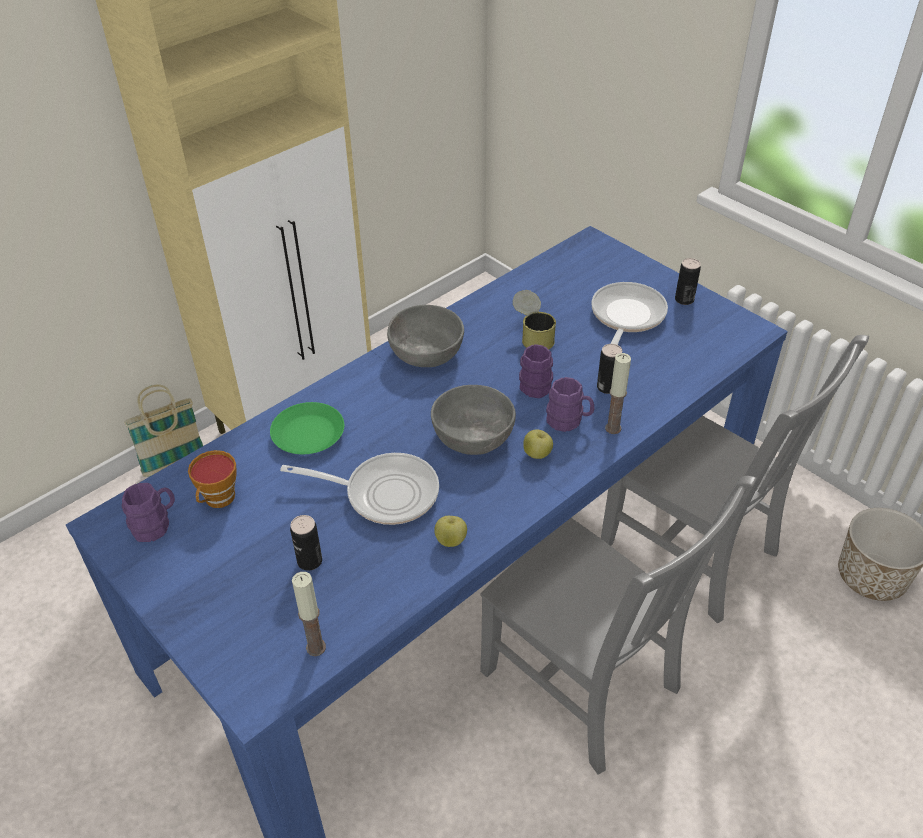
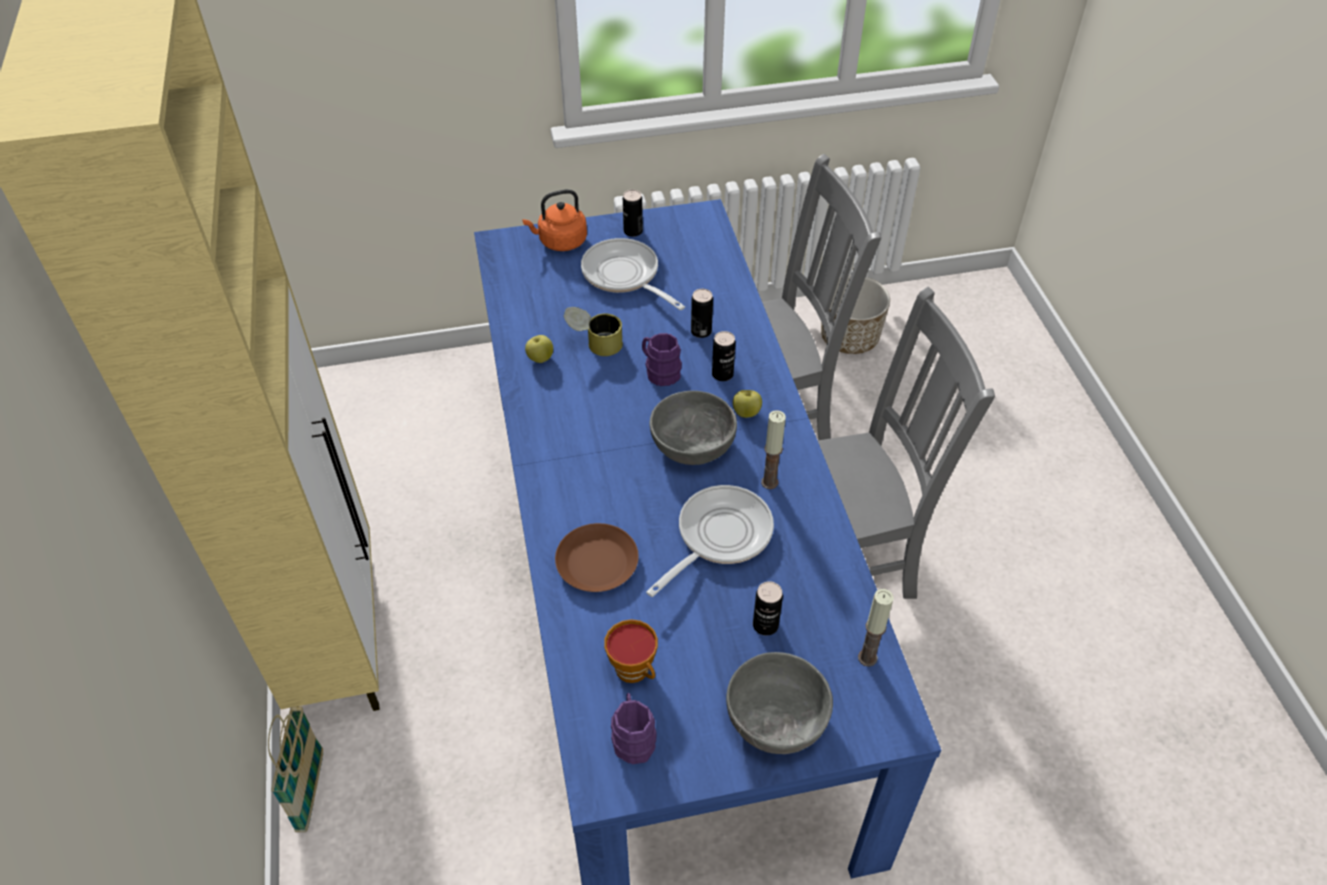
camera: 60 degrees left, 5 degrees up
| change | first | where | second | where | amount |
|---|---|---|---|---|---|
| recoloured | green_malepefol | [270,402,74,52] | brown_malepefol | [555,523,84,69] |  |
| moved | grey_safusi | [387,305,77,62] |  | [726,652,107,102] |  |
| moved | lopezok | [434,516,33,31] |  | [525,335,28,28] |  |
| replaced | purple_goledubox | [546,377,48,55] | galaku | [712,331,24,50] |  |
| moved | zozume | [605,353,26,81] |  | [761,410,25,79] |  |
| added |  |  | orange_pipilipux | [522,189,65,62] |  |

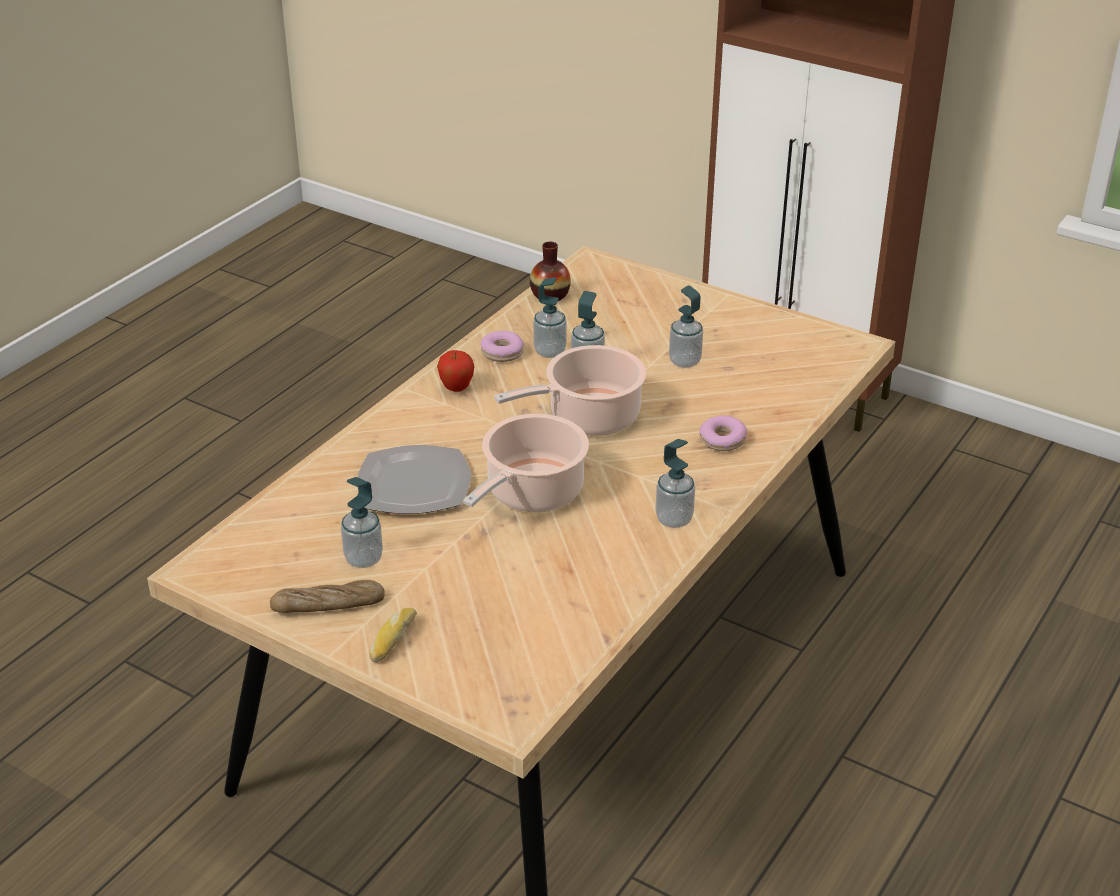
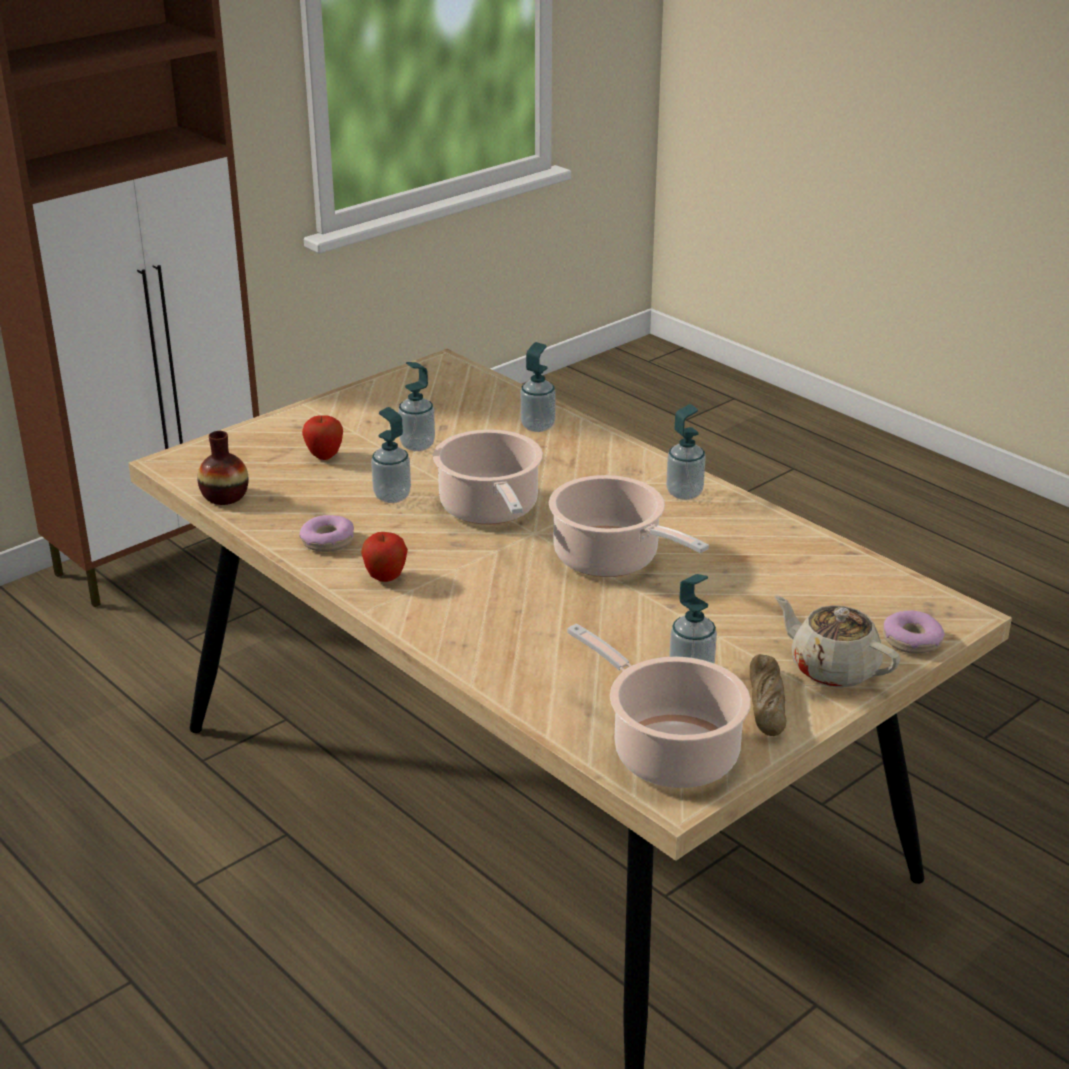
camera: 75 degrees left, 5 degrees down
| change | first | where | second | where | amount |
|---|---|---|---|---|---|
| removed | malepefol | [357,445,114,69] |  |  |  |
| replaced | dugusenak | [369,608,48,55] | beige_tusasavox | [775,595,125,93] |  |
| moved | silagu | [533,278,33,80] |  | [521,342,35,90] |  |
| moved | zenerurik | [699,415,48,36] |  | [883,610,62,44] |  |
| added |  |  | lopezok | [302,415,41,45] |  |
| added |  |  | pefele | [567,623,184,165] |  |

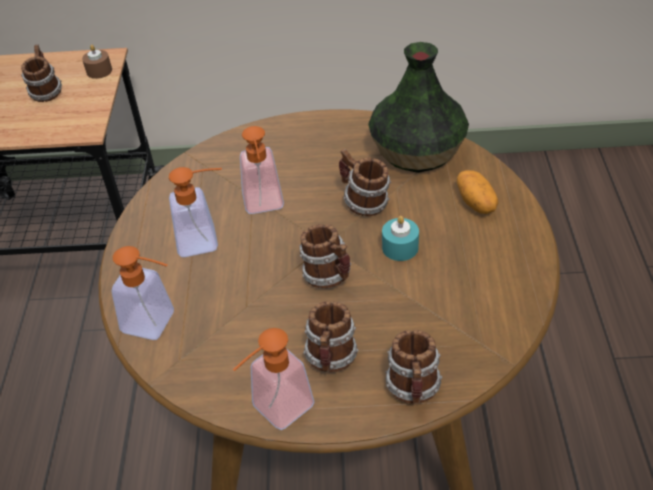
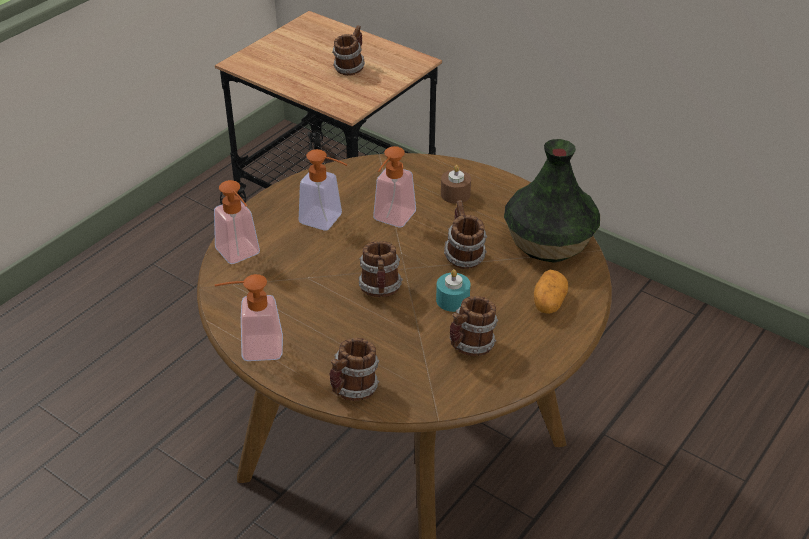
camera: 35 degrees right, 5 degrees down
| change | first | where | second | where | amount |
|---|---|---|---|---|---|
| moved | brown_zozume | [82,44,30,35] |  | [441,165,30,39] |  |
| moved | goledubox | [303,301,55,71] |  | [450,296,48,60] |  |

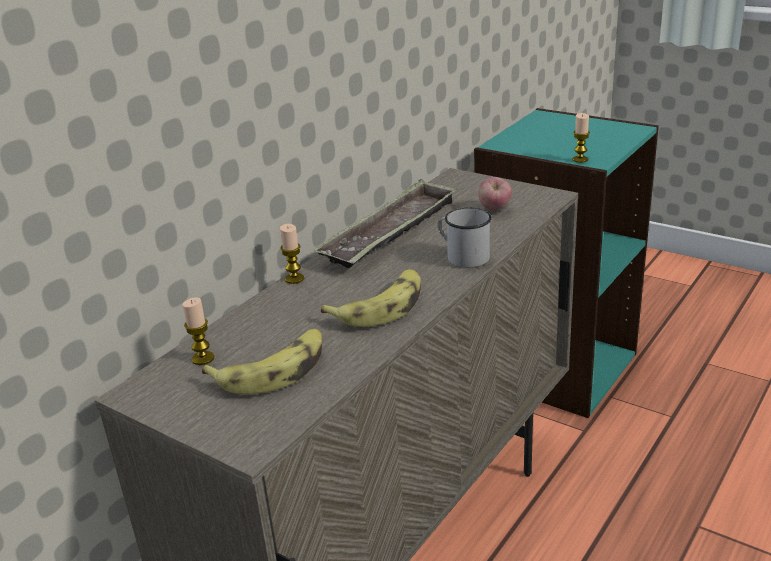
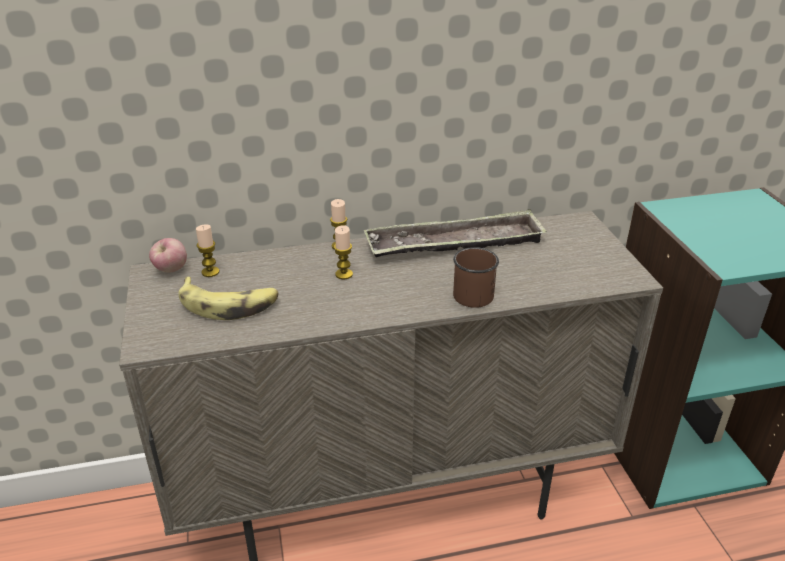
camera: 40 degrees right, 5 degrees up
| change | first | where | second | where | amount |
|---|---|---|---|---|---|
| removed | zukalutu | [321,269,100,58] |  |  |  |
| recoloured | white_goledubox | [437,208,55,60] | brown_goledubox | [453,247,46,61] |  |
| moved | lopezok | [478,177,34,34] |  | [149,238,38,35] |  |
| moved | zozume | [572,113,18,50] |  | [334,225,19,54] |  |

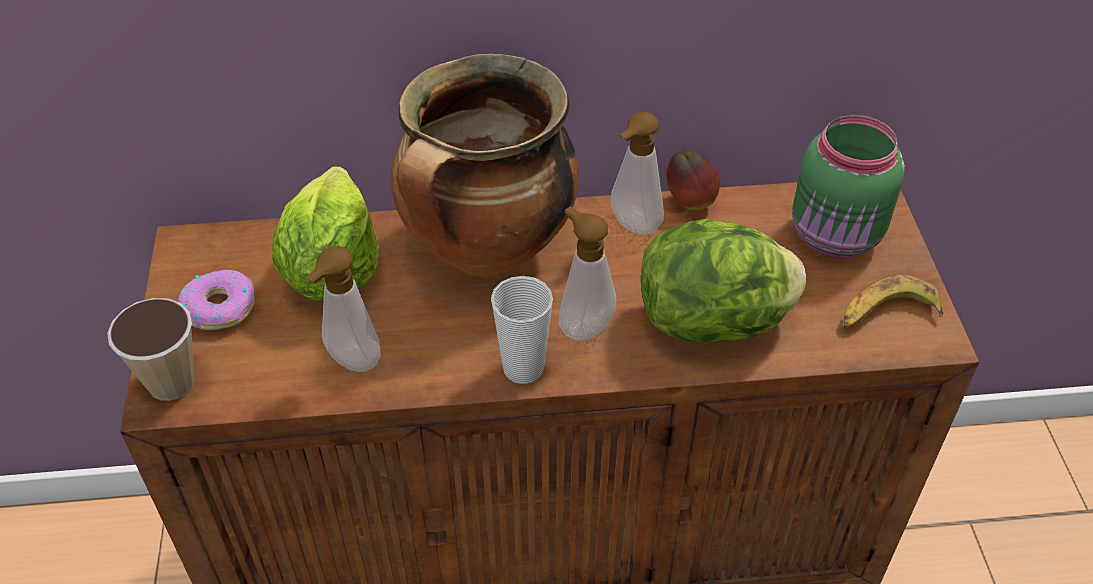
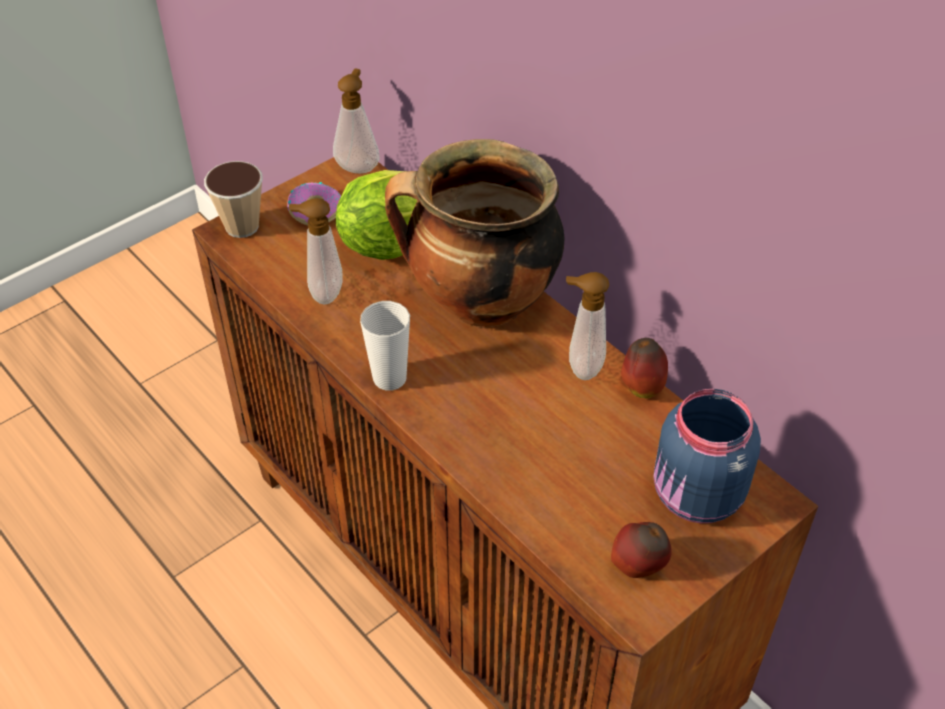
camera: 55 degrees right, 0 degrees up
| change | first | where | second | where | amount |
|---|---|---|---|---|---|
| moved | silagu | [559,206,57,134] |  | [333,68,46,105] |  |
| removed | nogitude | [641,219,165,124] |  |  |  |
| recoloured | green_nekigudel | [792,115,113,143] | blue_nekigudel | [653,389,108,134] |  |
| replaced | zukalutu | [843,275,100,54] | lopezok | [611,522,61,56] |  |

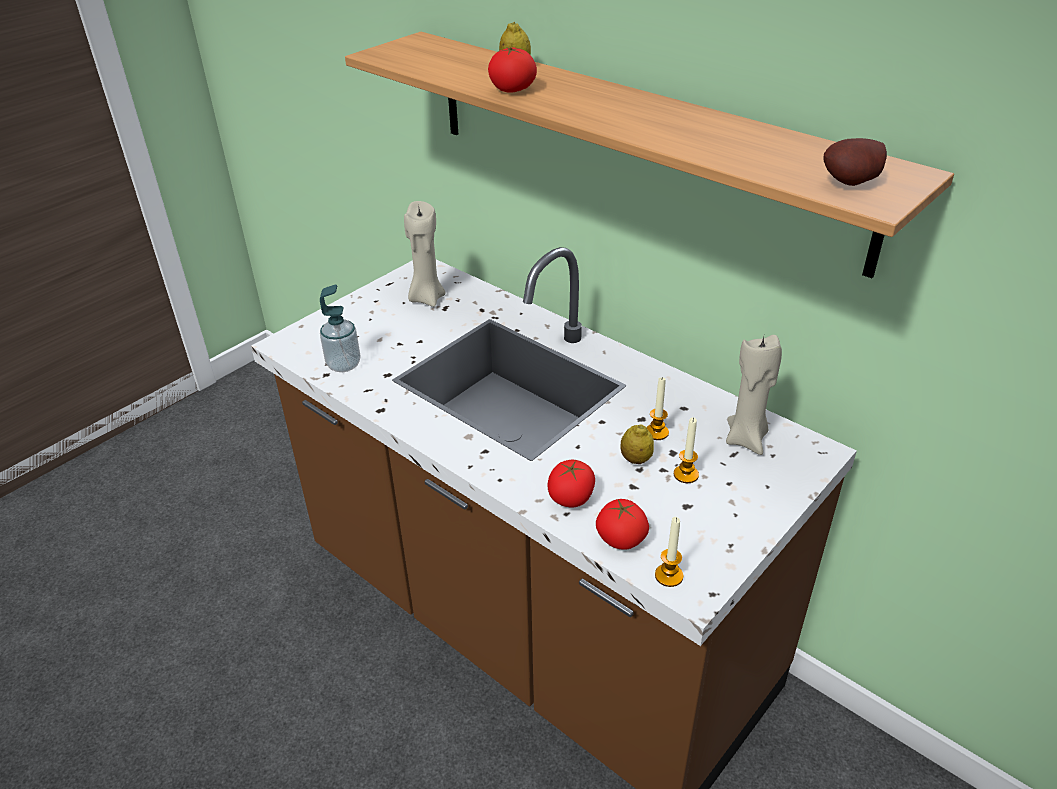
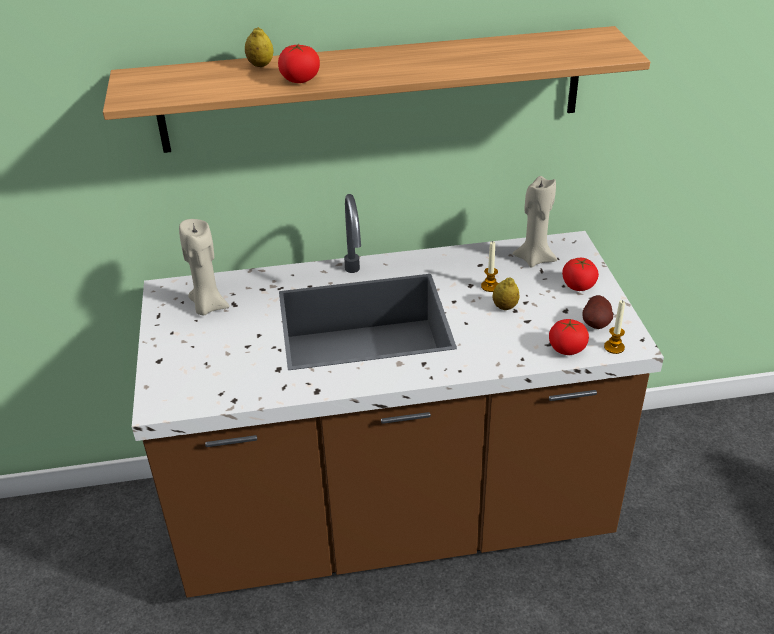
camera: 50 degrees left, 0 degrees up
| change | first | where | second | where | amount |
|---|---|---|---|---|---|
| removed | silagu | [320,284,40,88] |  |  |  |
| moved | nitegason | [548,460,47,48] |  | [562,258,37,33] |  |
| removed | zozume | [674,417,25,66] |  |  |  |
| moved | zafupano | [824,138,63,48] |  | [582,295,31,34] |  |

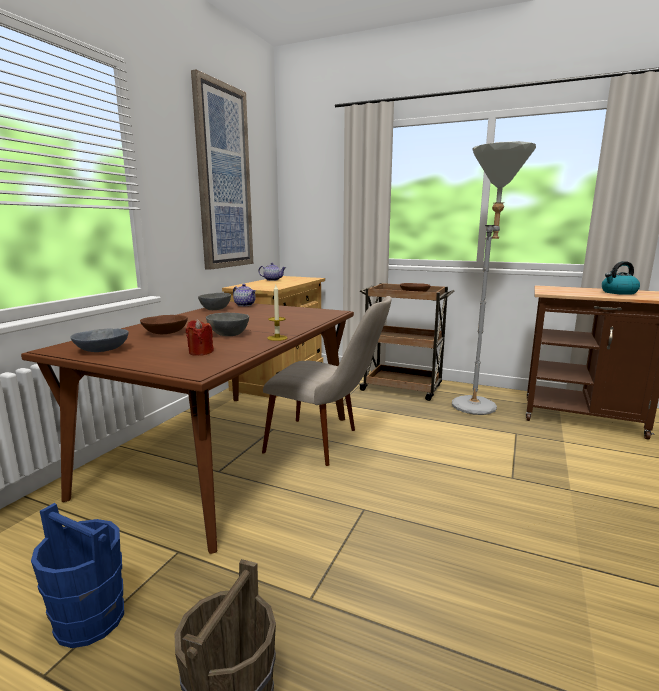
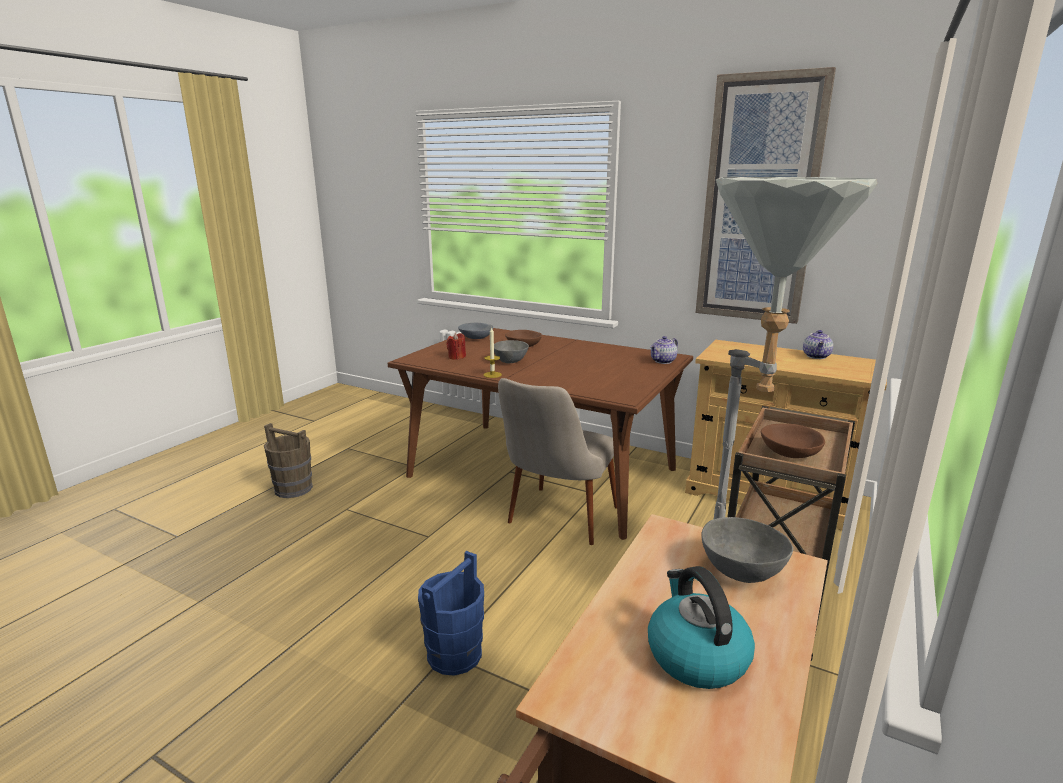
camera: 95 degrees right, 5 degrees up
| change | first | where | second | where | amount |
|---|---|---|---|---|---|
| moved | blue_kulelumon | [31,503,93,145] |  | [418,551,66,125] |  |
| moved | grey_safusi | [198,293,33,17] |  | [701,517,92,66] |  |

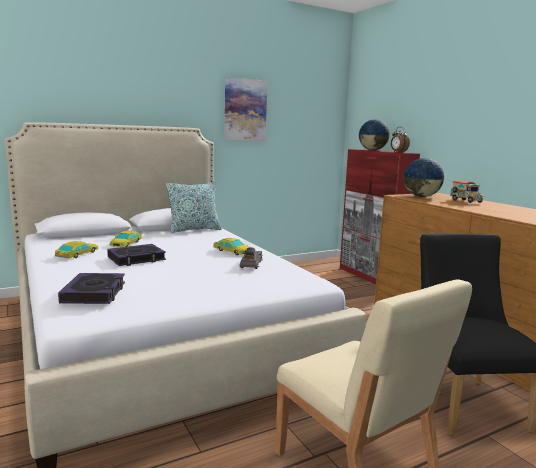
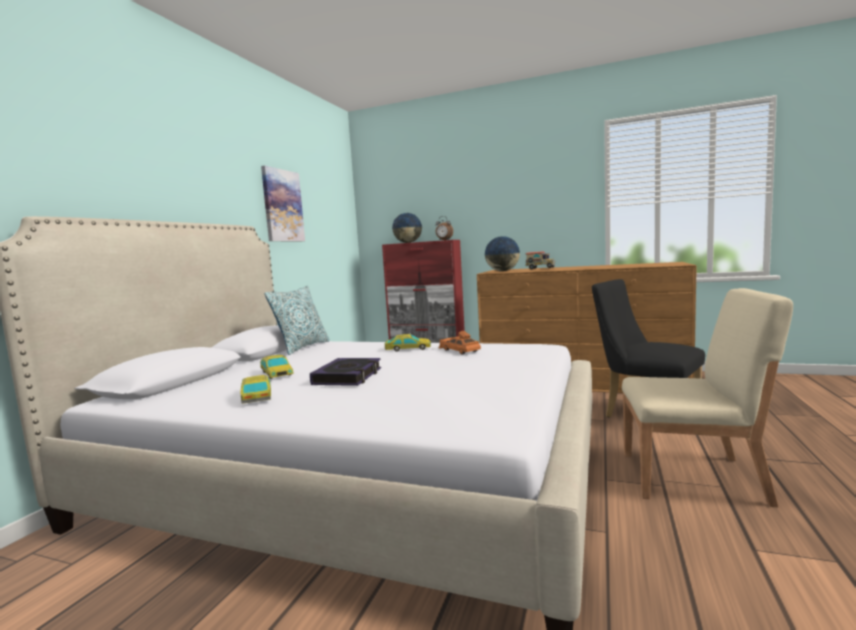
camera: 40 degrees left, 5 degrees down
| change | first | where | second | where | amount |
|---|---|---|---|---|---|
| removed | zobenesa | [58,273,67,31] |  |  |  |
| recoloured | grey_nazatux | [239,247,24,22] | orange_nazatux | [438,331,43,24] |  |

